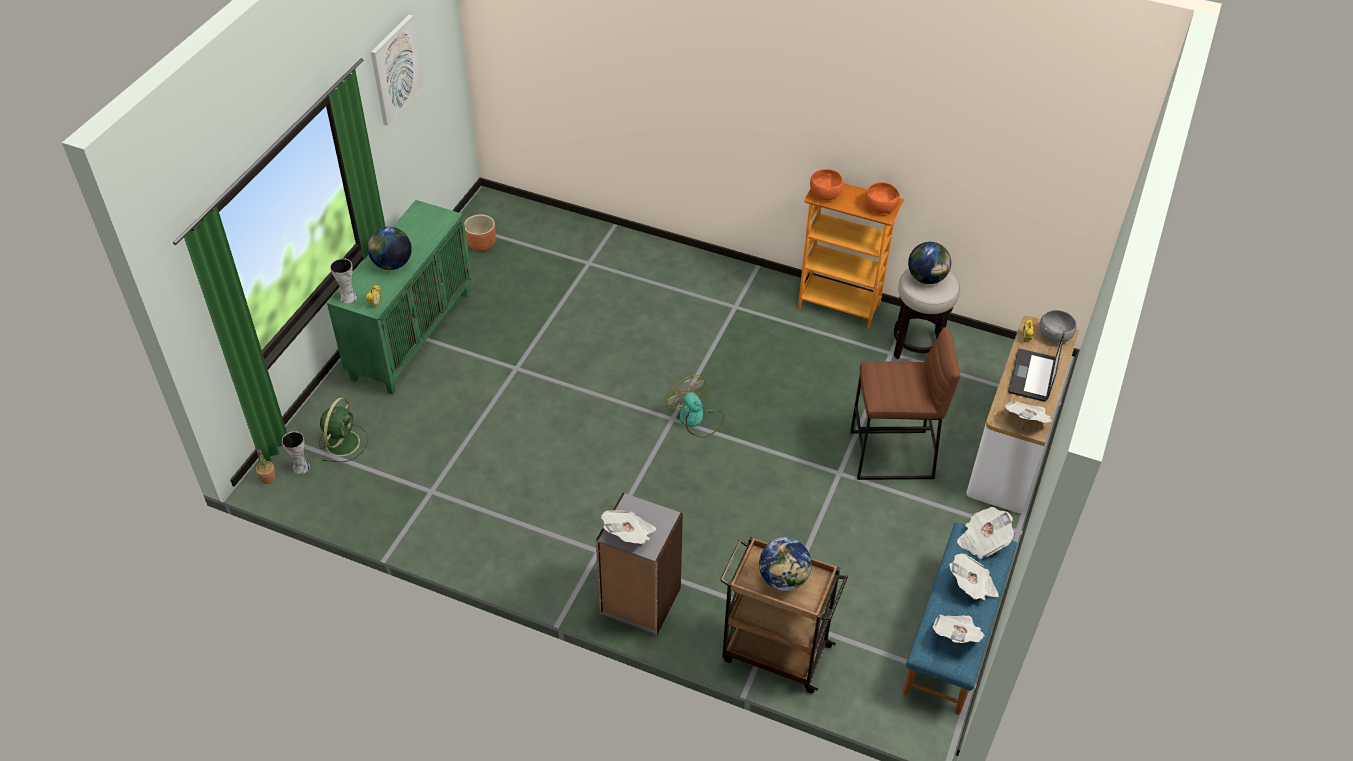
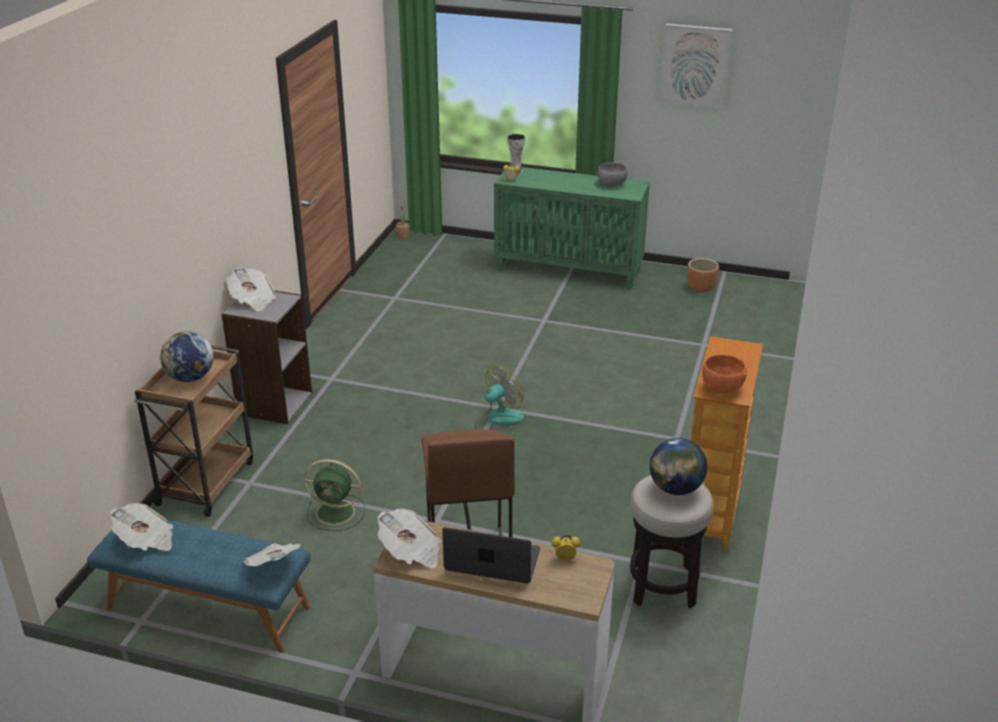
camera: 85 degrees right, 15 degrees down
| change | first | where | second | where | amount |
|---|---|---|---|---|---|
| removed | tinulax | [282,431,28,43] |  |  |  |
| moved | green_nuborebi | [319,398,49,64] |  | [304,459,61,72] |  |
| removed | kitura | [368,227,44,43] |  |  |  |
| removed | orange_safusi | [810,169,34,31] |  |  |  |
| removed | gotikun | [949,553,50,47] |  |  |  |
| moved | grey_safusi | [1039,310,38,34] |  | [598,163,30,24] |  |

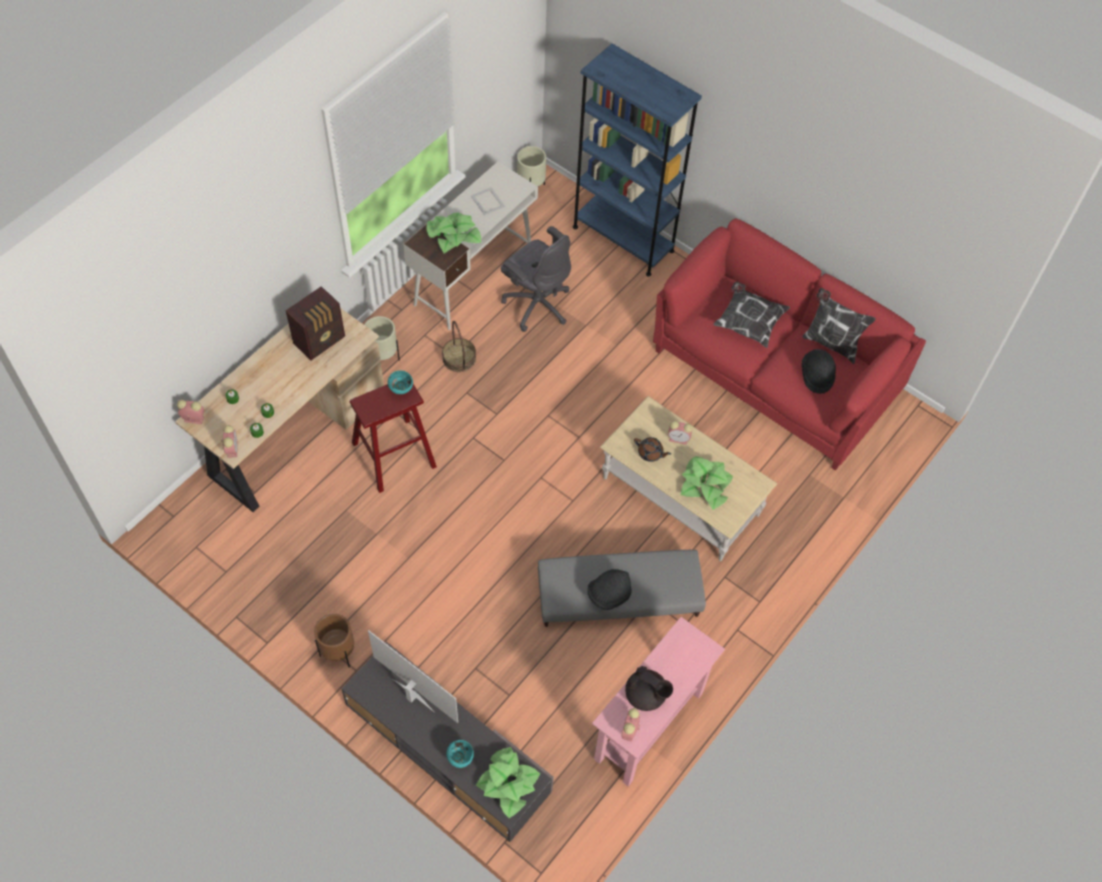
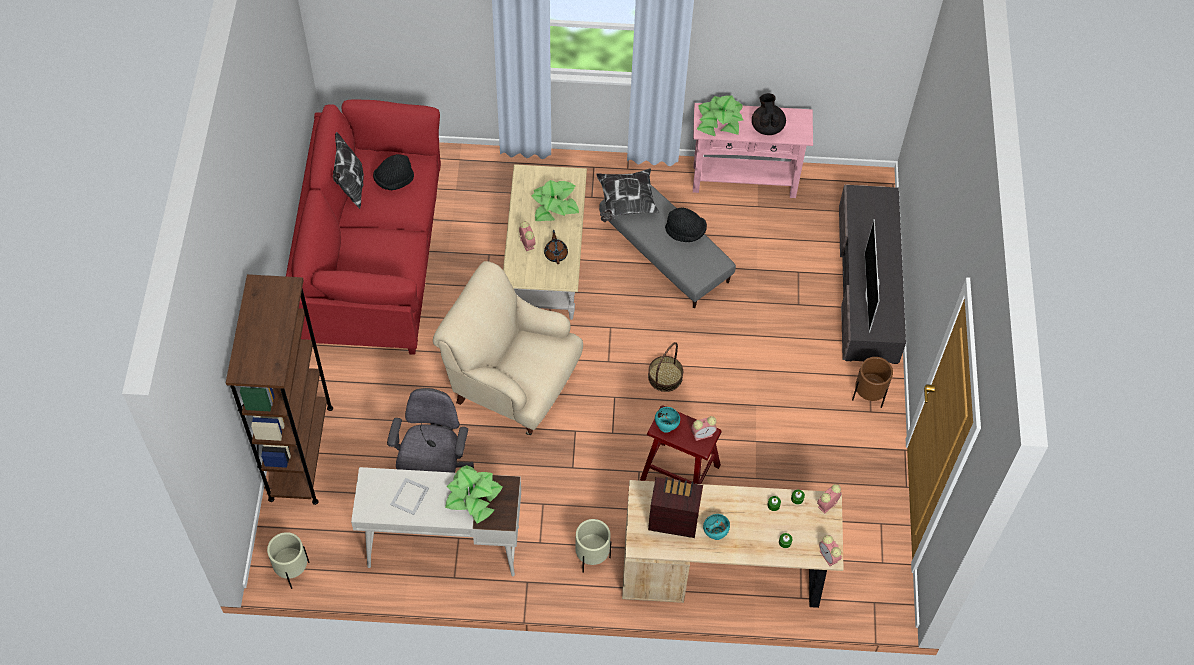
camera: 125 degrees left, 0 degrees up
| change | first | where | second | where | amount |
|---|---|---|---|---|---|
| moved | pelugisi | [442,321,34,51] |  | [648,342,35,50] |  |
| moved | turquoise_safusi | [446,740,28,28] |  | [703,514,27,26] |  |
| moved | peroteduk | [476,747,64,71] |  | [697,95,46,41] |  |
| recoloured | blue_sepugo | [573,43,129,233] | brown_sepugo | [226,274,107,231] |  |
| moved | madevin | [621,708,19,34] |  | [691,416,26,25] |  |
| moved | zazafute | [714,282,76,66] |  | [596,168,64,54] |  |
| added |  |  | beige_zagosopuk | [433,261,150,174] |  |

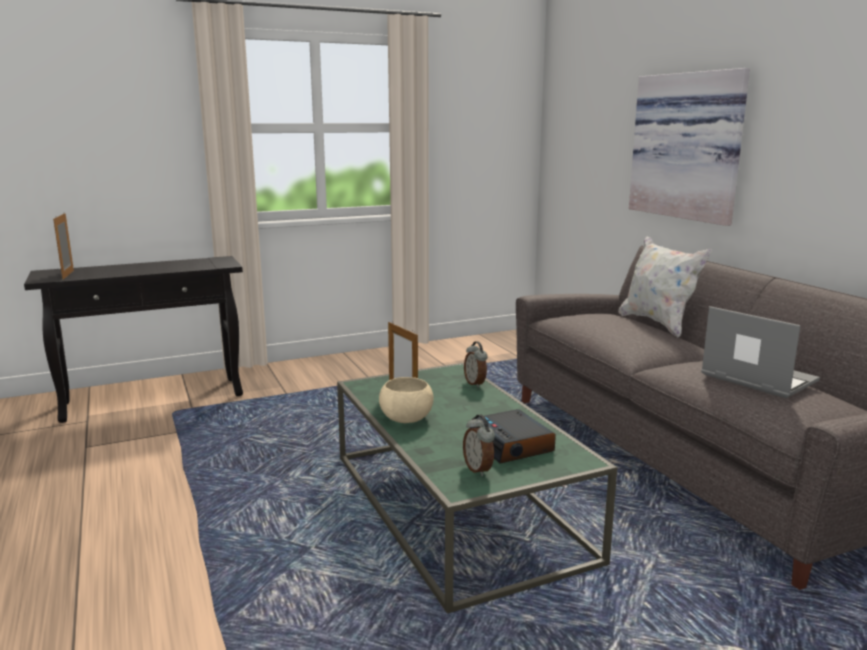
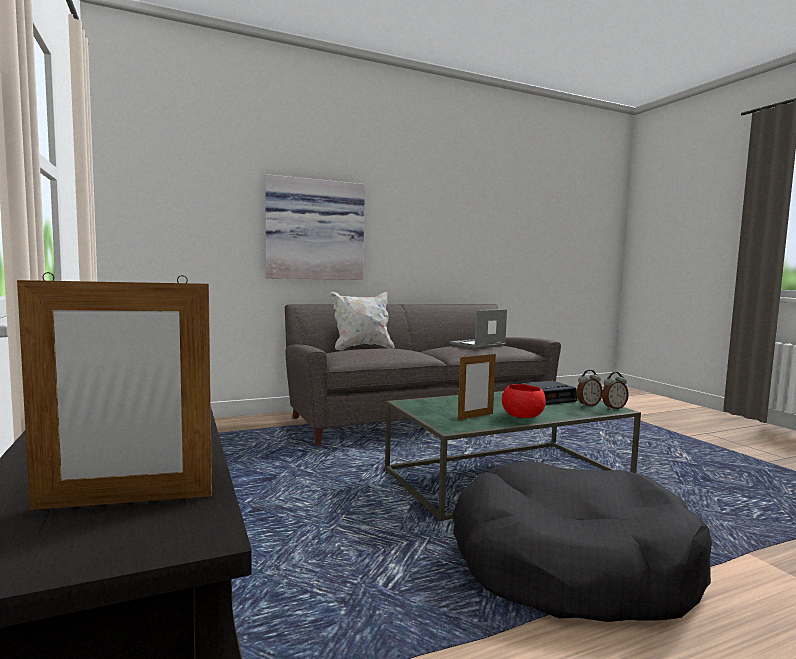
camera: 90 degrees left, 10 degrees down
| change | first | where | second | where | amount |
|---|---|---|---|---|---|
| recoloured | beige_safusi | [379,377,55,46] | red_safusi | [502,384,44,34] |  |
| moved | madevin | [464,342,24,46] |  | [602,372,27,37] |  |
| added |  |  | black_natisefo | [453,461,259,161] |  |

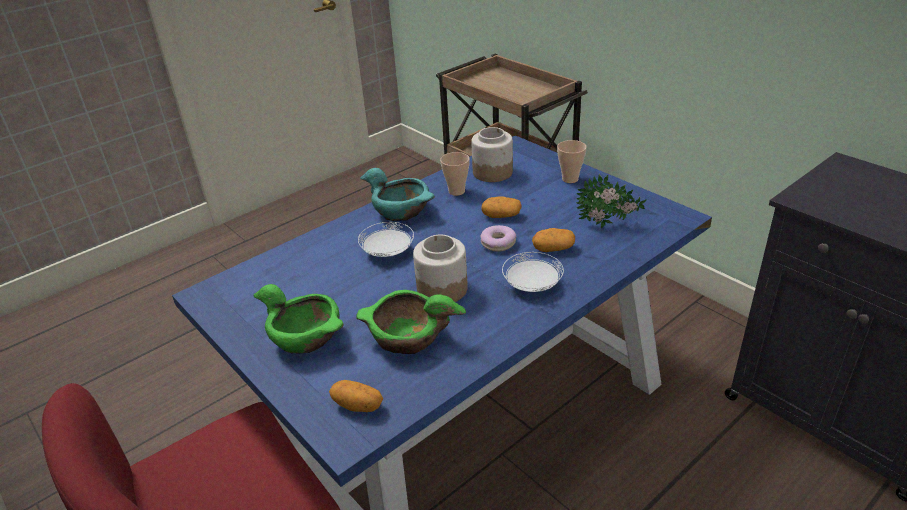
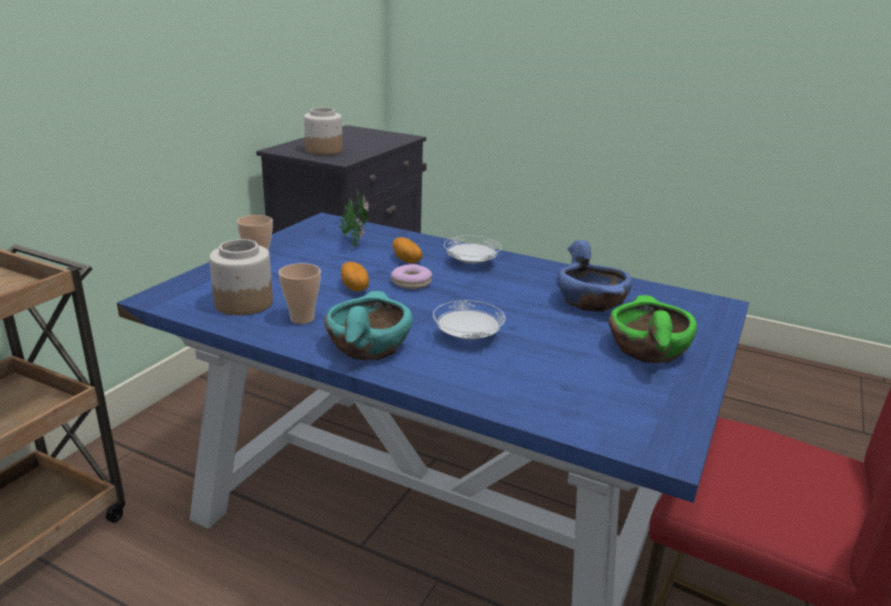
camera: 115 degrees left, 10 degrees down
| change | first | where | second | where | amount |
|---|---|---|---|---|---|
| removed | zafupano | [329,380,54,32] |  |  |  |
| recoloured | green_safusi | [356,290,110,64] | blue_safusi | [558,240,74,72] |  |
| moved | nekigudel | [413,235,55,67] |  | [304,108,39,47] |  |

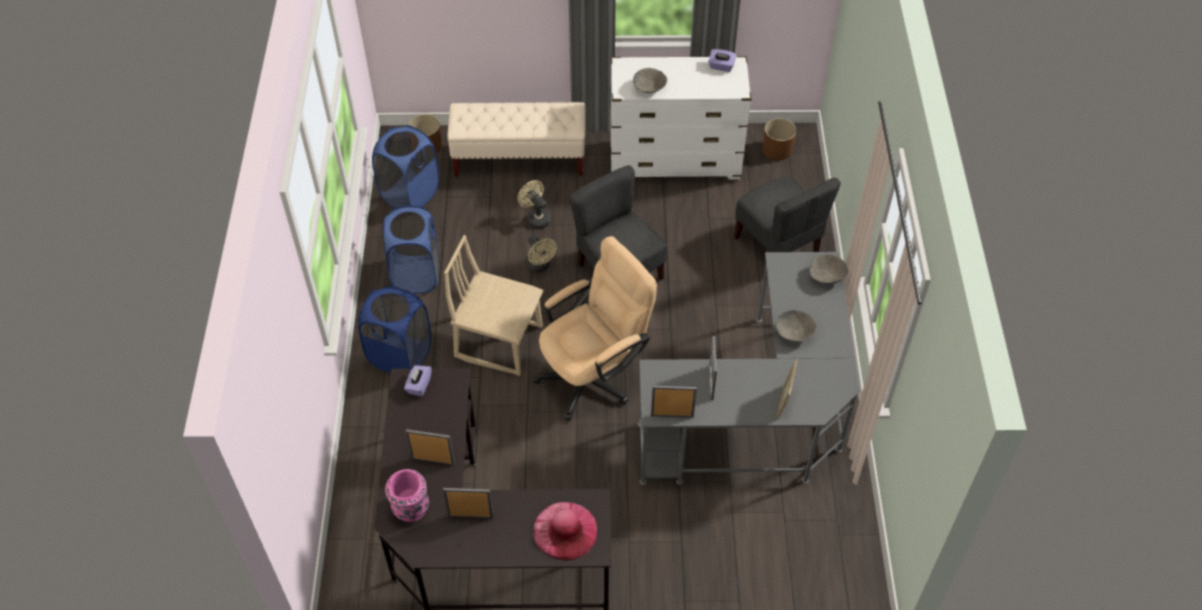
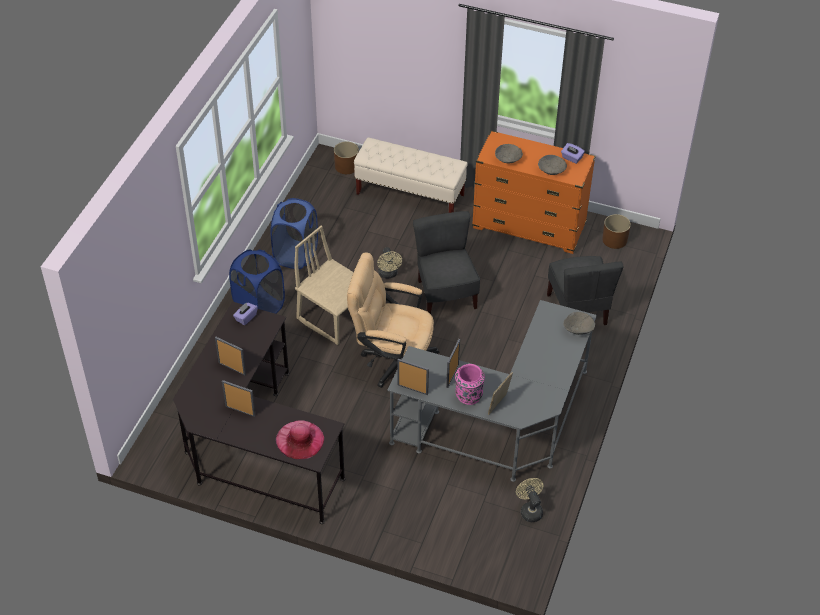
camera: 20 degrees right, 5 degrees down
| change | first | where | second | where | amount |
|---|---|---|---|---|---|
| removed | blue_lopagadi | [372,125,67,83] |  |  |  |
| moved | pink_tinulax | [385,469,44,53] |  | [455,364,30,41] |  |
| moved | beige_nuborebi | [517,180,34,49] |  | [516,478,28,44] |  |
| turned | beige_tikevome | [534,236,123,185] |  | [347,253,92,135] | 150 degrees counterclockwise |
| recoloured | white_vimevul | [610,56,142,124] | orange_vimevul | [472,130,124,124] |  |
| moved | grey_safusi | [776,310,40,32] |  | [538,155,29,20] |  |

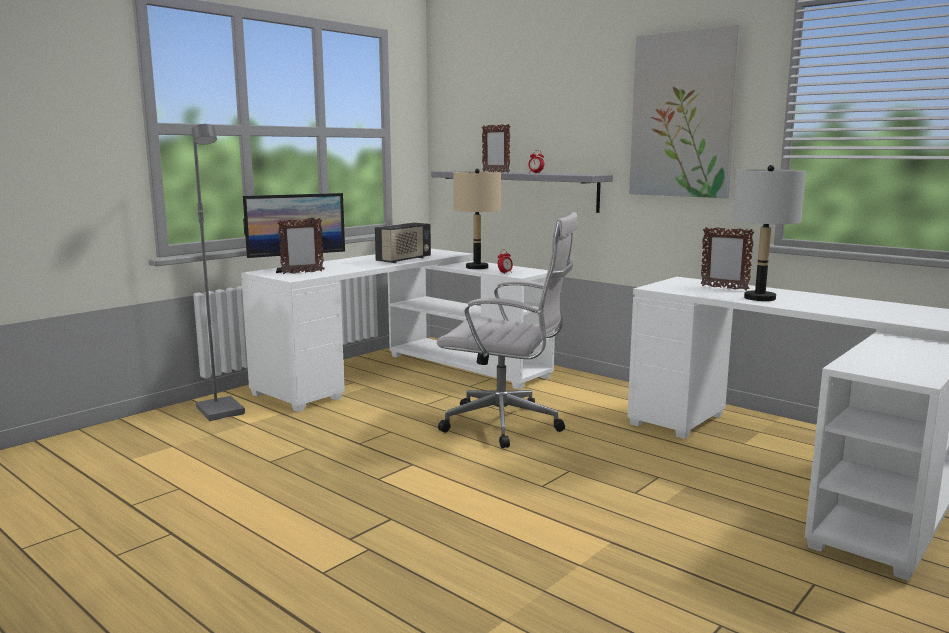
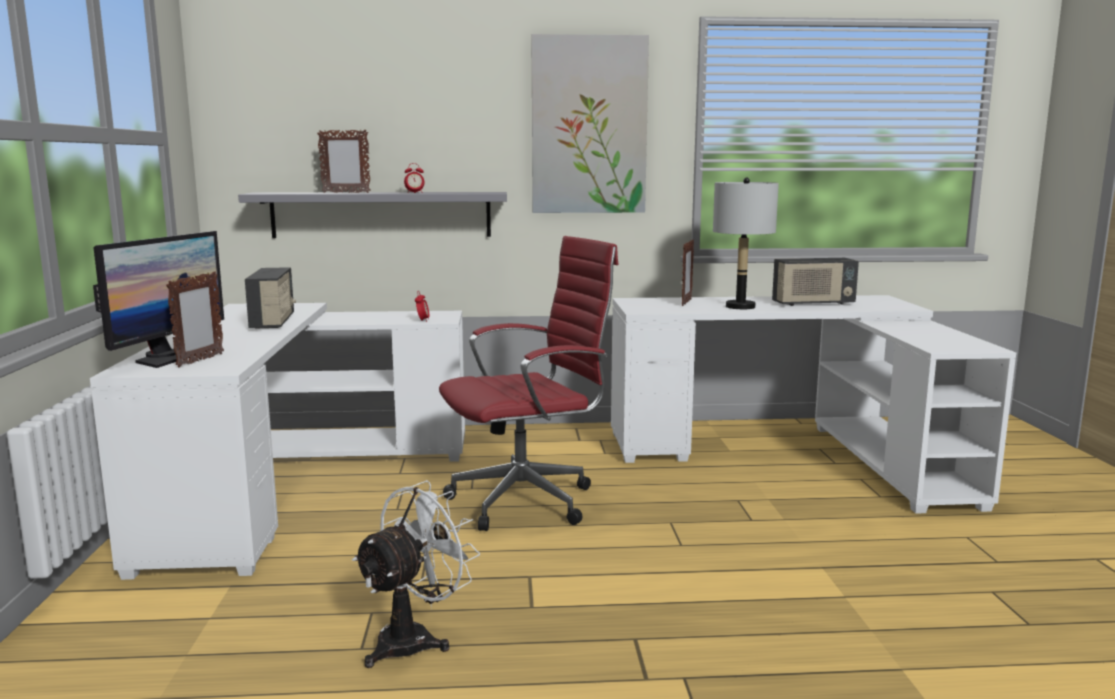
camera: 45 degrees left, 0 degrees up
| change | first | where | second | where | amount |
|---|---|---|---|---|---|
| removed | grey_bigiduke | [191,124,54,297] |  |  |  |
| recoloured | white_tikevome | [437,212,141,236] | red_tikevome | [439,236,179,295] |  |
| removed | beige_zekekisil | [453,168,48,101] |  |  |  |
| turned | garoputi | [701,227,53,64] |  | [682,239,12,67] | 60 degrees counterclockwise |
| added |  |  | white_nuborebi | [352,480,128,188] |  |
| added |  |  | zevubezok | [772,258,87,48] |  |

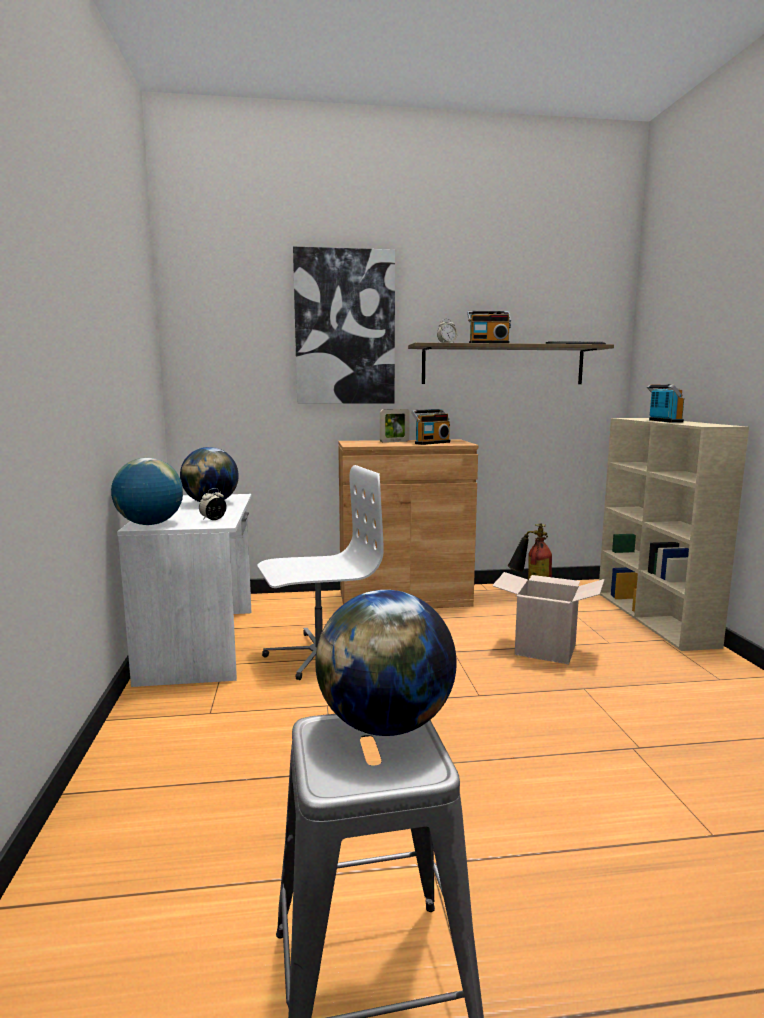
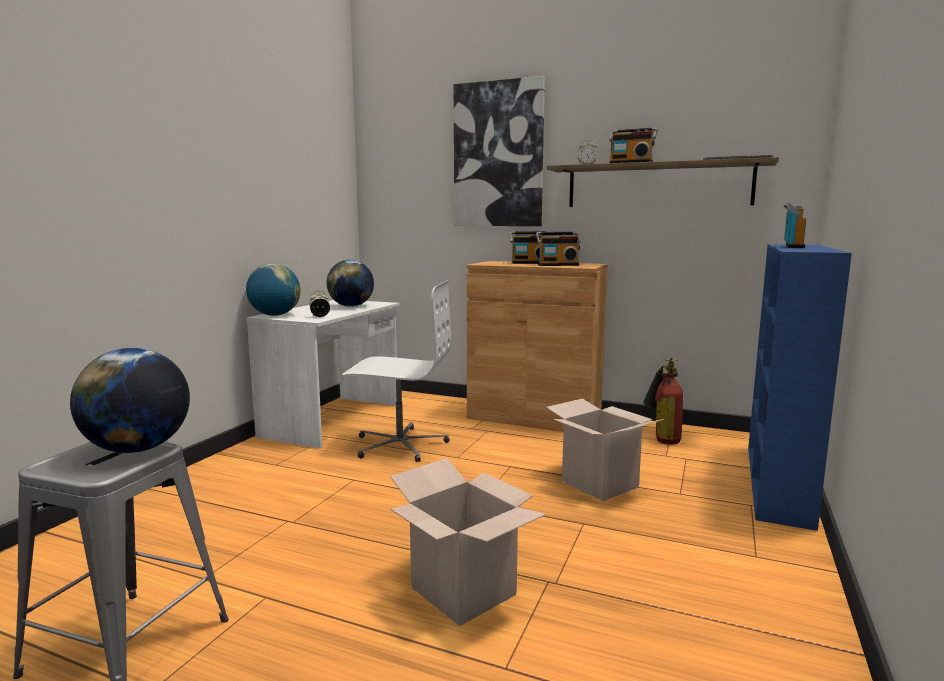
camera: 30 degrees right, 0 degrees up
| change | first | where | second | where | amount |
|---|---|---|---|---|---|
| replaced | garoputi | [380,409,30,34] | zevubezok | [510,231,41,33] |  |
| recoloured | beige_sepugo | [599,418,150,233] | blue_sepugo | [748,244,104,287] |  |
| added |  |  | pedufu | [390,458,157,168] |  |

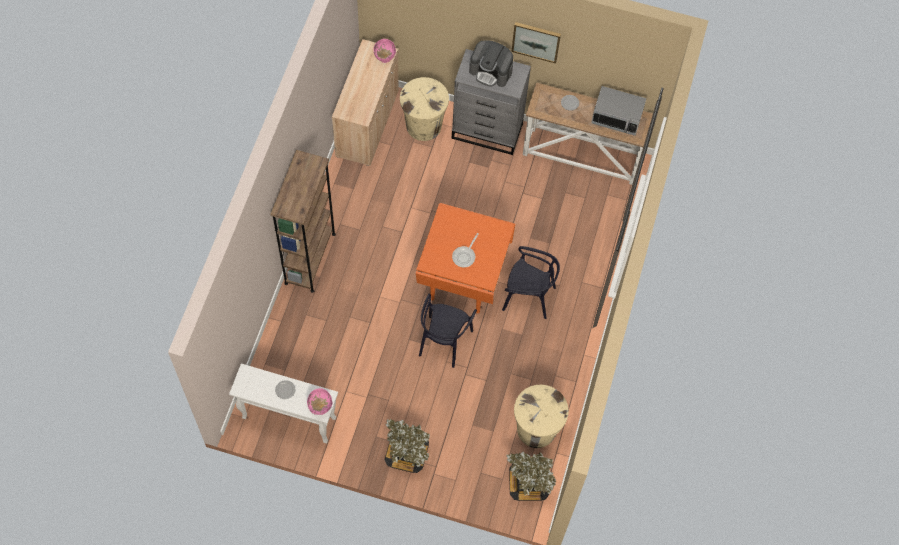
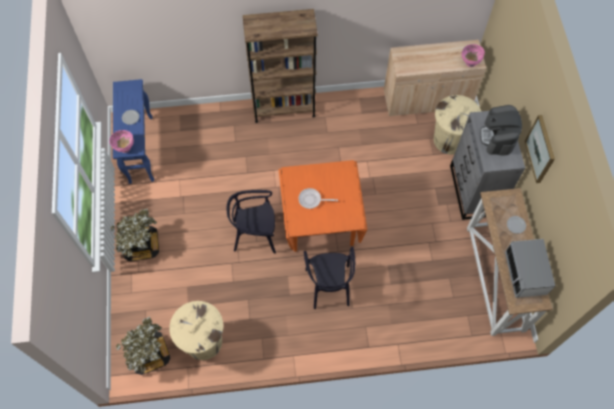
camera: 70 degrees right, 0 degrees up
| change | first | where | second | where | amount |
|---|---|---|---|---|---|
| recoloured | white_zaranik | [229,363,109,80] | blue_zaranik | [113,79,41,105] |  |

